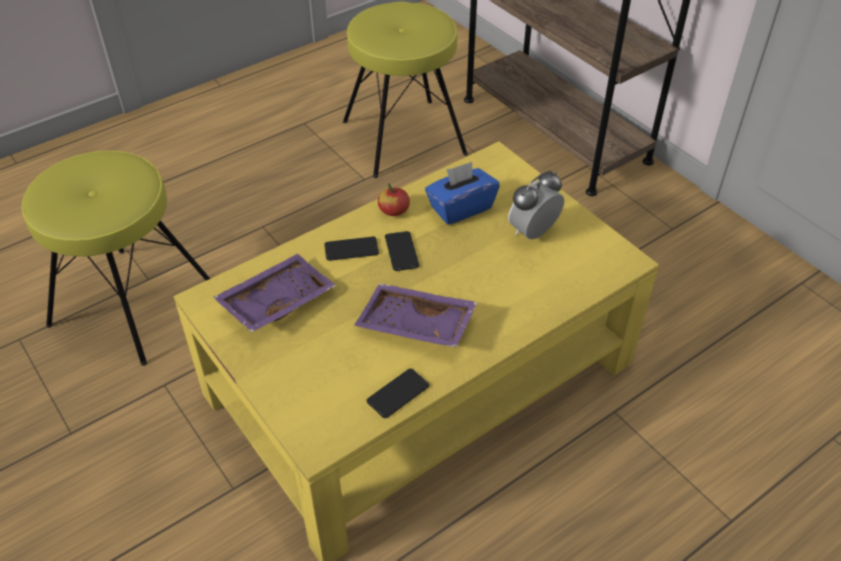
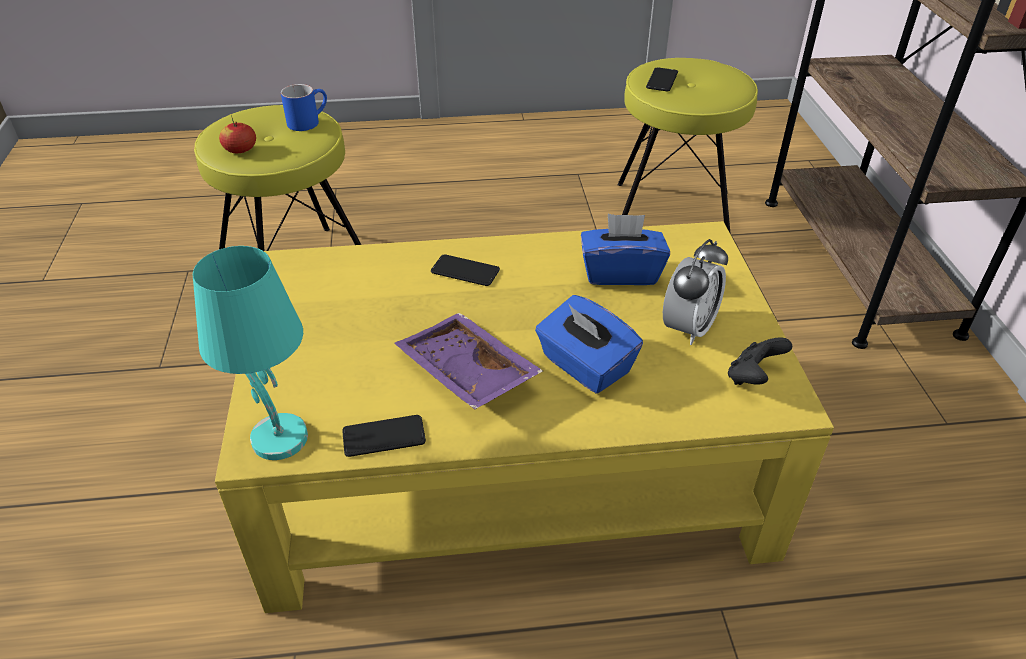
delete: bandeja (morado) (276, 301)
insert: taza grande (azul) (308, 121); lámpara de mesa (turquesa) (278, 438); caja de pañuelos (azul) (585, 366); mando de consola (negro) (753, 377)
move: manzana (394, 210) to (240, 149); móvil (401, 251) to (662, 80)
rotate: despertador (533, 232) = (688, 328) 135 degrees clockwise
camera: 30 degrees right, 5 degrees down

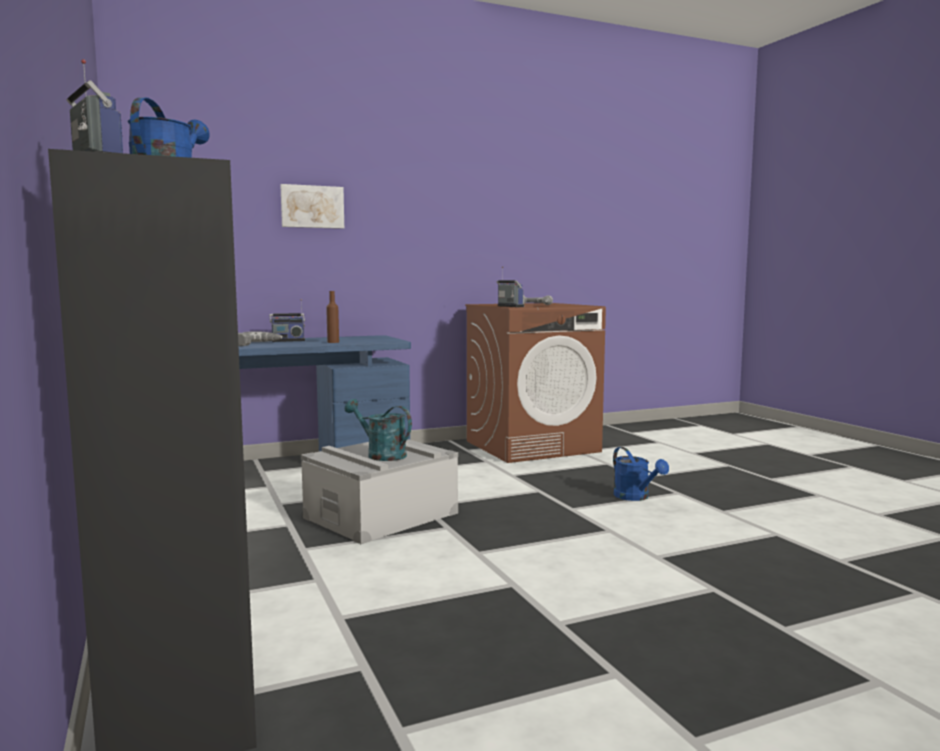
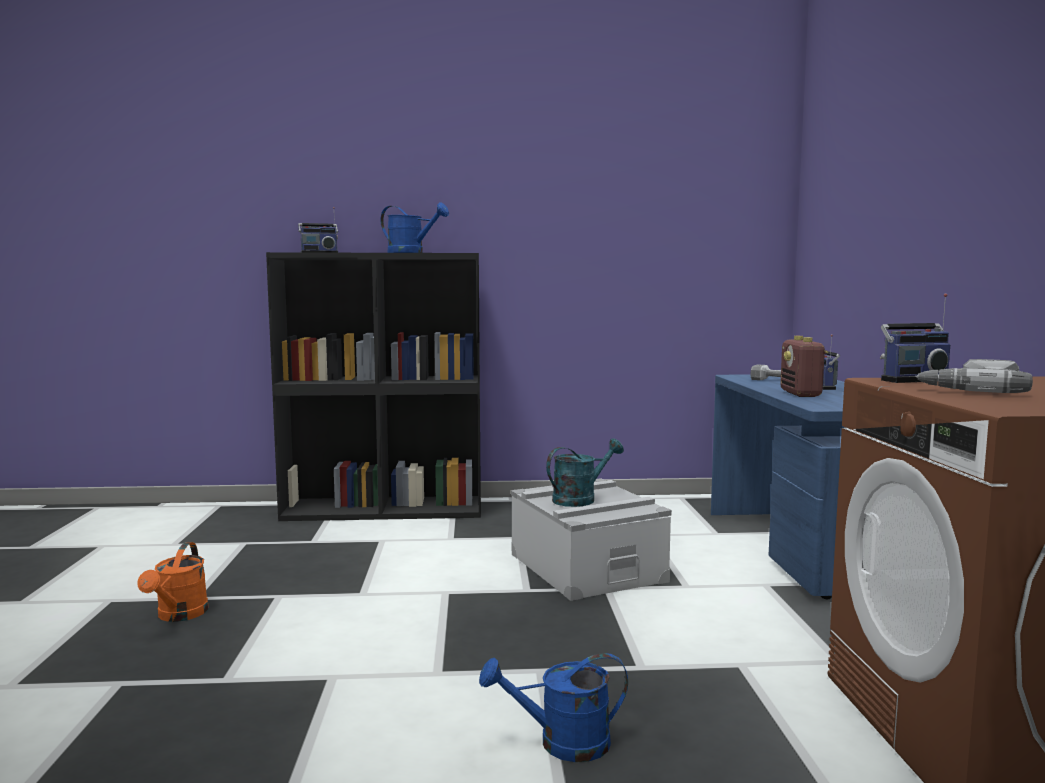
delete: cuadro (312, 207)
insert: regadera (naranja) (179, 616)
replace: botella (marrón) (333, 342) to radio (801, 394)
camera: 110 degrees right, 0 degrees up

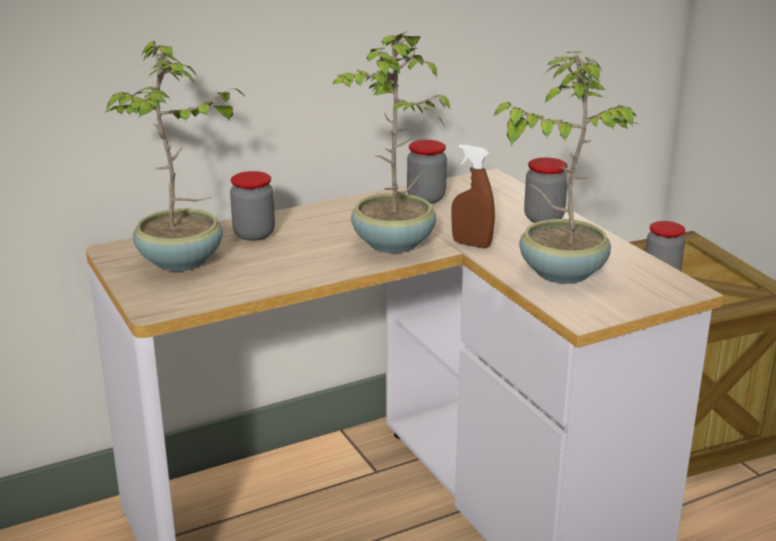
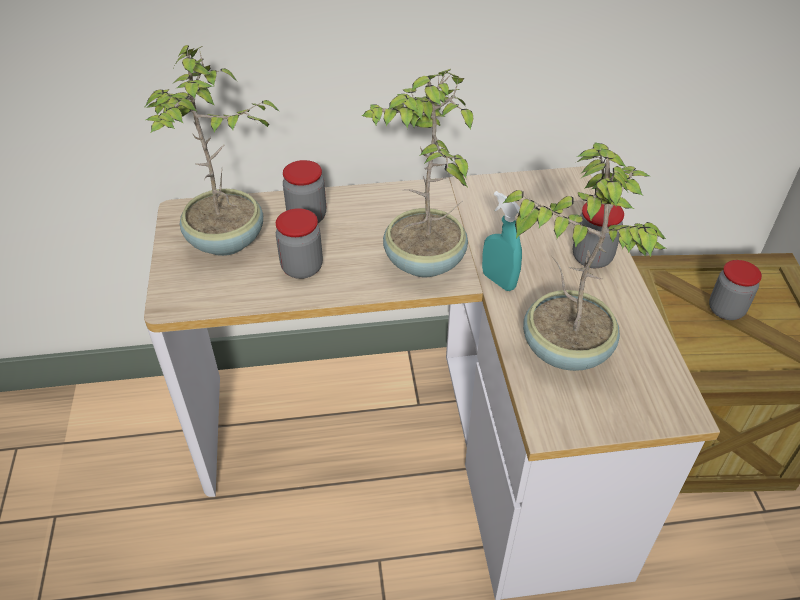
move: tarro (426, 198) to (302, 268)
recolor: pulverizador (marrón) (471, 244) to pulverizador (turquesa) (498, 281)
camera: 20 degrees right, 20 degrees up

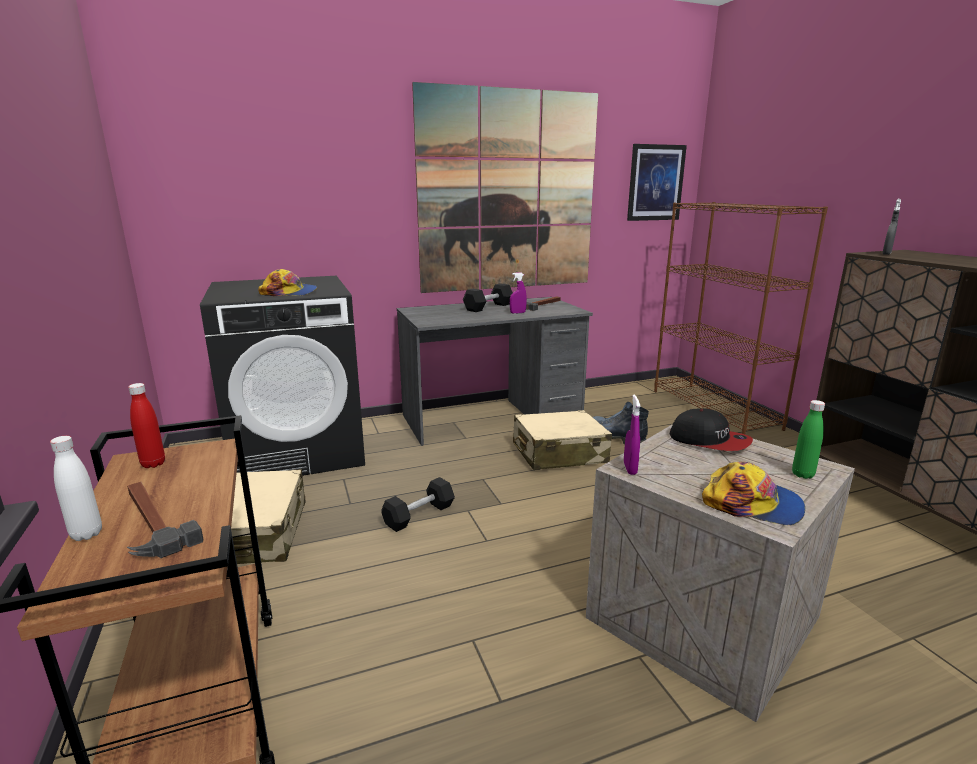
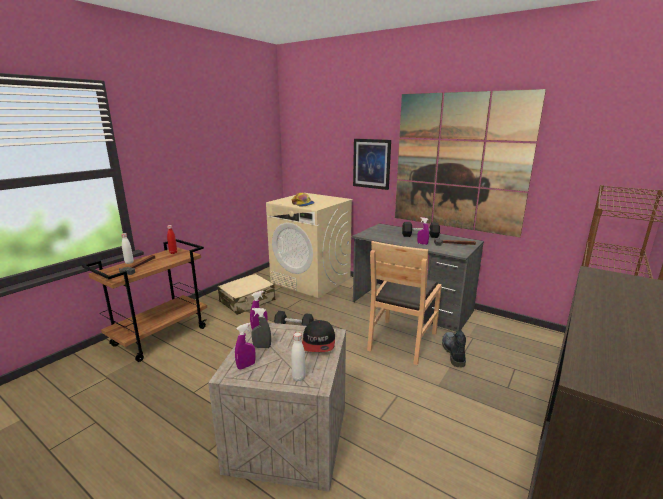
move: cuadro (655, 183) to (371, 163); pulverizador (gris) (886, 254) to (262, 347)
replace: maleta (beis) (559, 454) to silla (marrón) (401, 340); gorra (752, 504) to pulverizador (morado) (246, 366)
recolor: lavadora (negro) (298, 450) to lavadora (beis) (311, 280); botella (verde) (802, 474) to botella (blanco) (298, 377)
camera: 55 degrees right, 0 degrees up

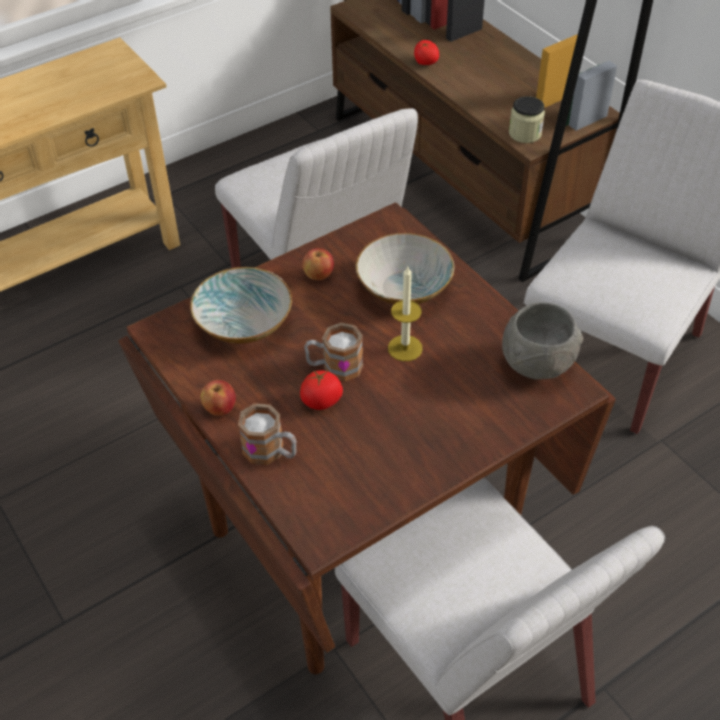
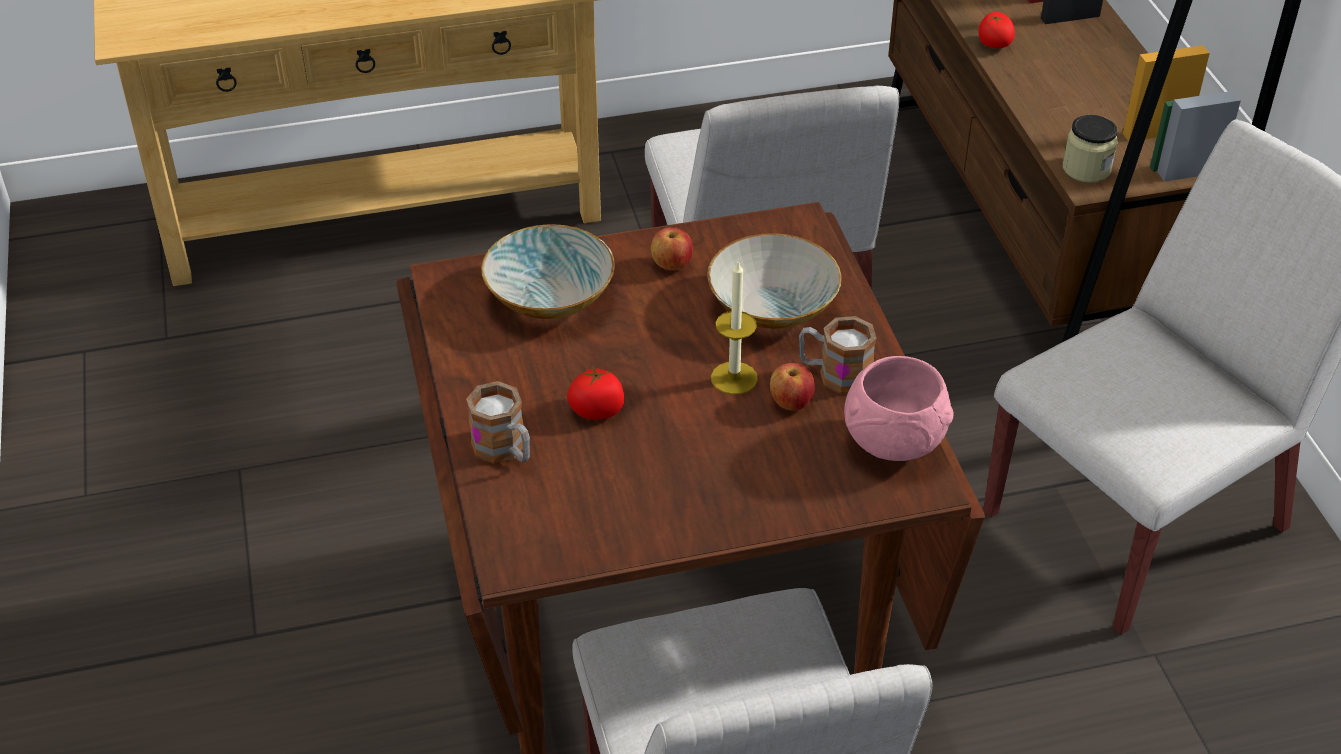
move: taza grande (334, 367) to (834, 374); manzana (220, 408) to (791, 403)
recolor: cuenco (gris) (538, 366) to cuenco (rosa) (895, 445)
camera: 20 degrees right, 5 degrees down

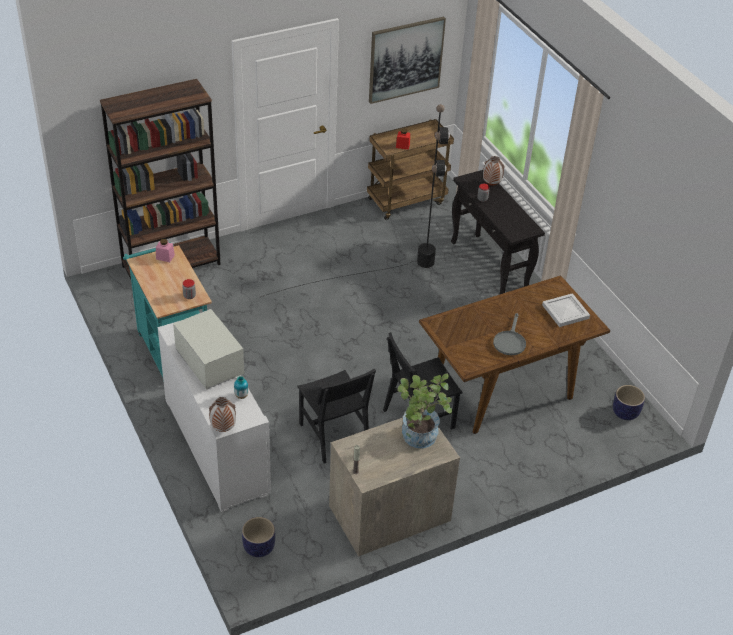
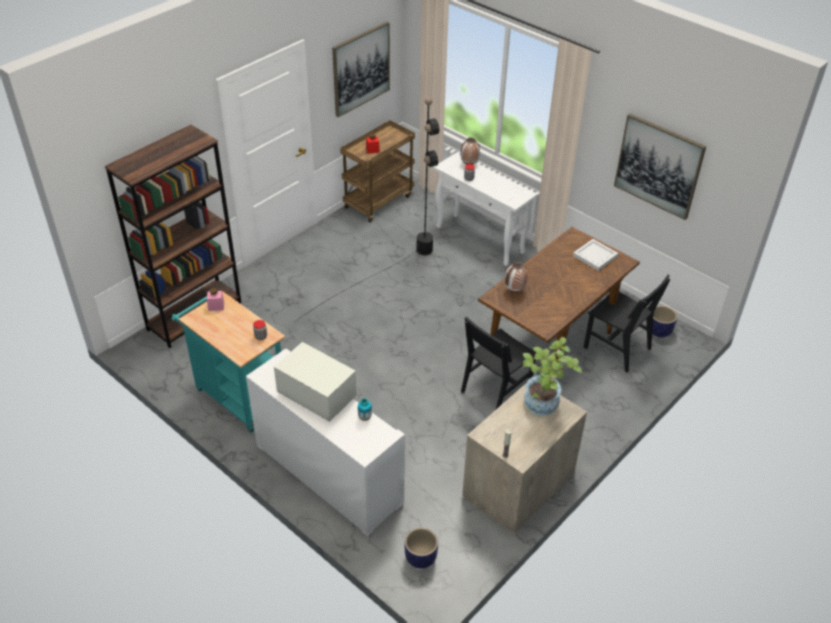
delete: sartén (gris) (509, 341)
insert: cuadro (658, 166)
move: silla (negro) (333, 435) to (617, 348); florero (223, 429) to (514, 291)
recolor: mesa consola (negro) (489, 267) to mesa consola (blanco) (480, 240)
camera: 20 degrees left, 0 degrees up

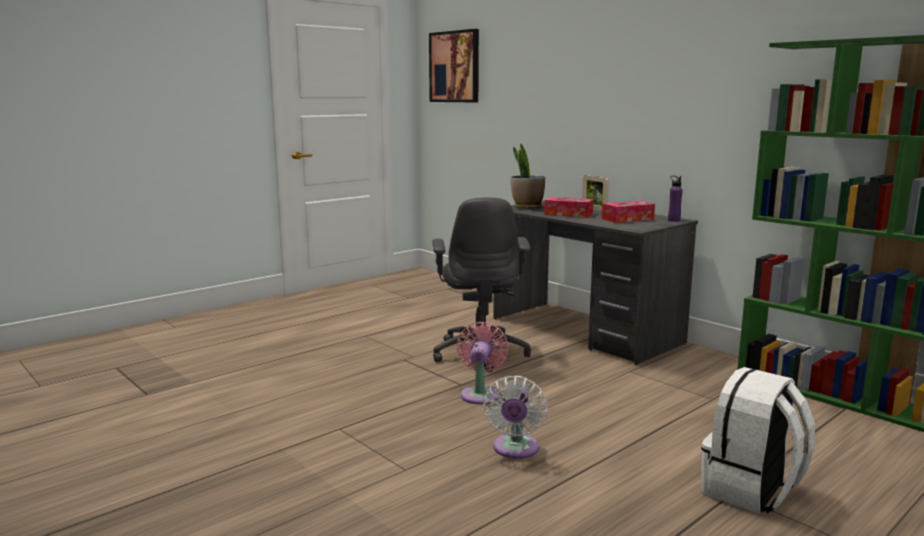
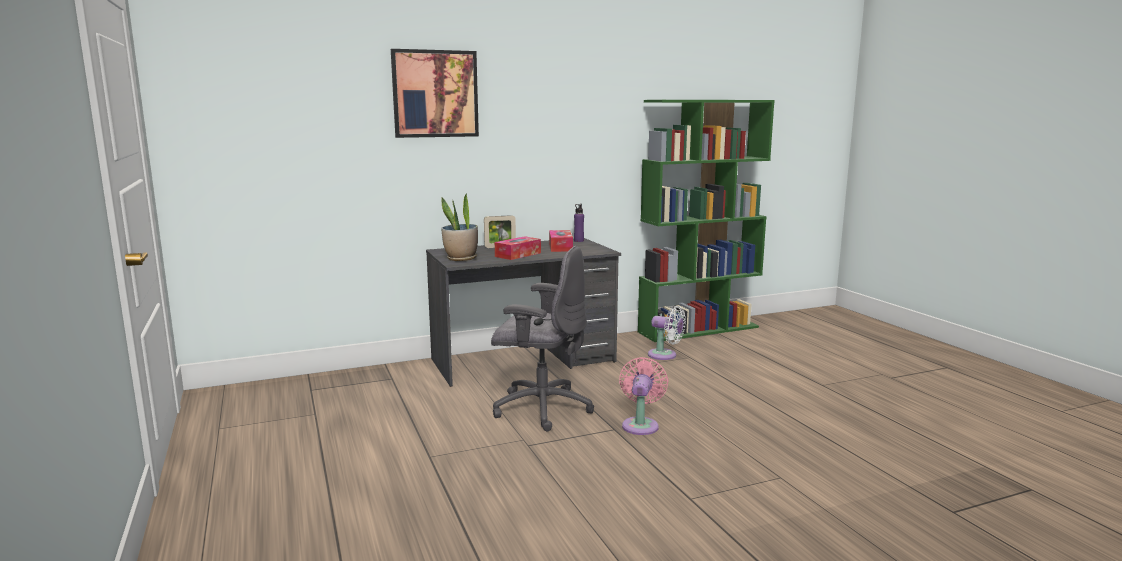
delete: mochila (blanco) (751, 491)
move: cuadro (455, 67) to (435, 94); ventilador (blanco) (515, 450) to (665, 355)
rotate: ventilador (rosa) (480, 394) = (641, 425) 75 degrees clockwise
camera: 70 degrees left, 0 degrees up

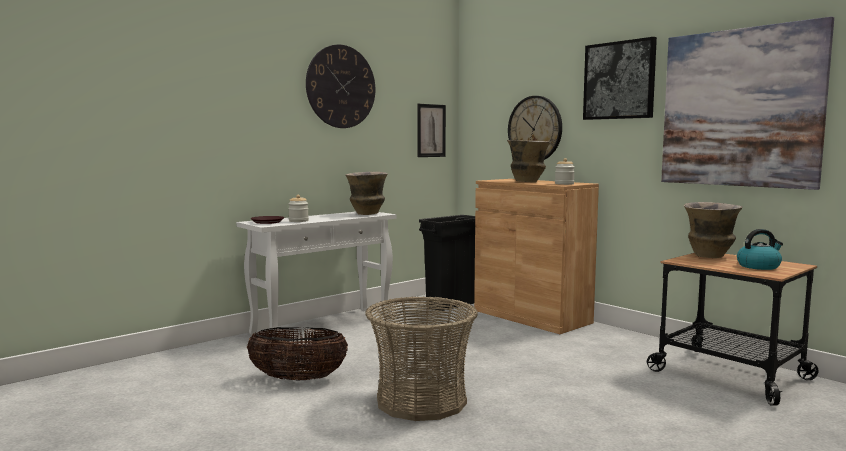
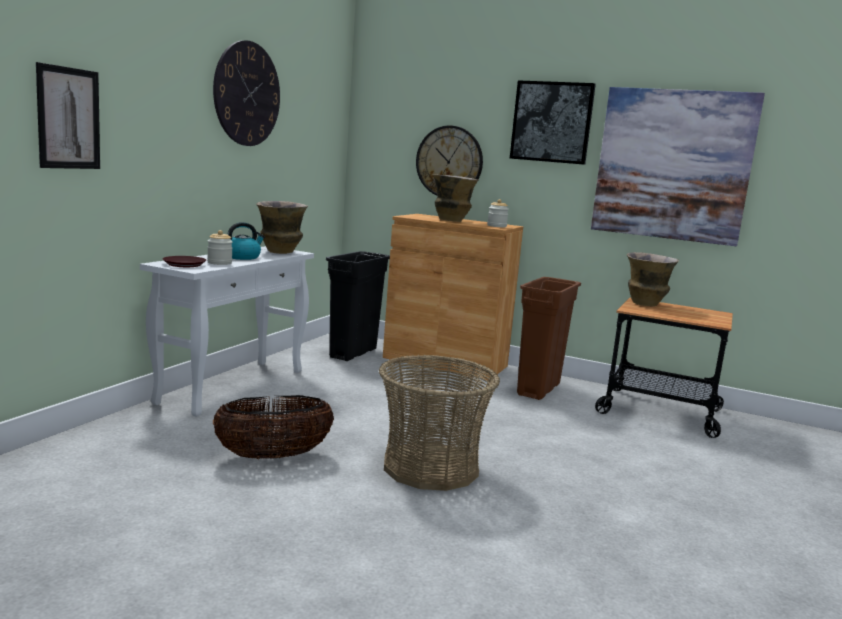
insert: papelera (marrón) (538, 390)
move: cuadro (431, 130) to (68, 118); hervidor (759, 266) to (242, 257)
camera: 25 degrees left, 5 degrees up

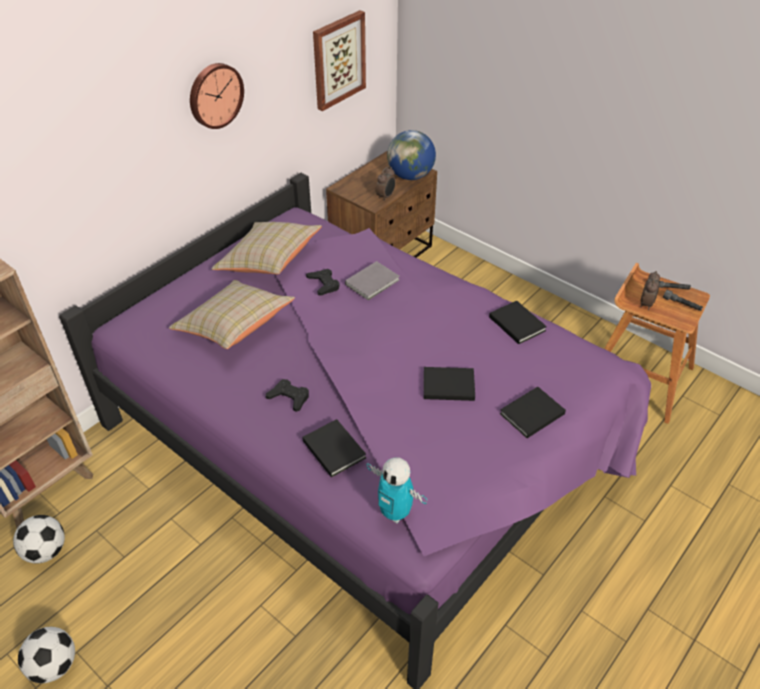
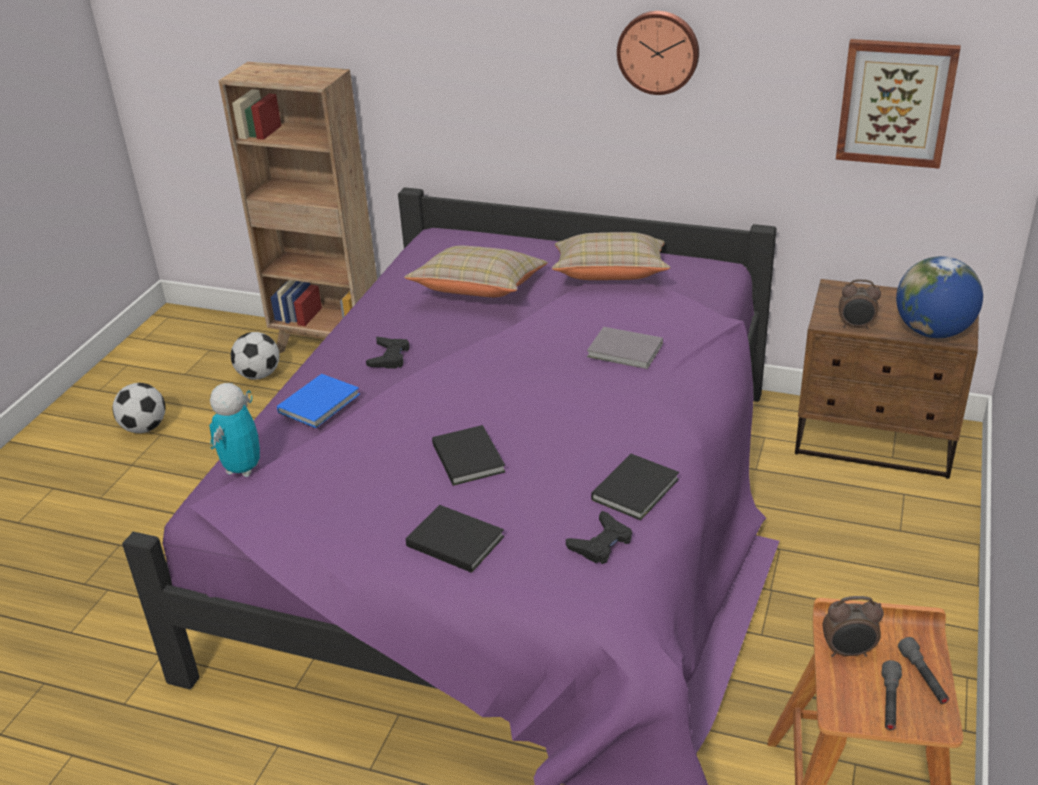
move: mando de consola (negro) (324, 284) to (601, 543)
recolor: libro (negro) (334, 448) to libro (azul) (321, 403)
camera: 70 degrees right, 10 degrees down

